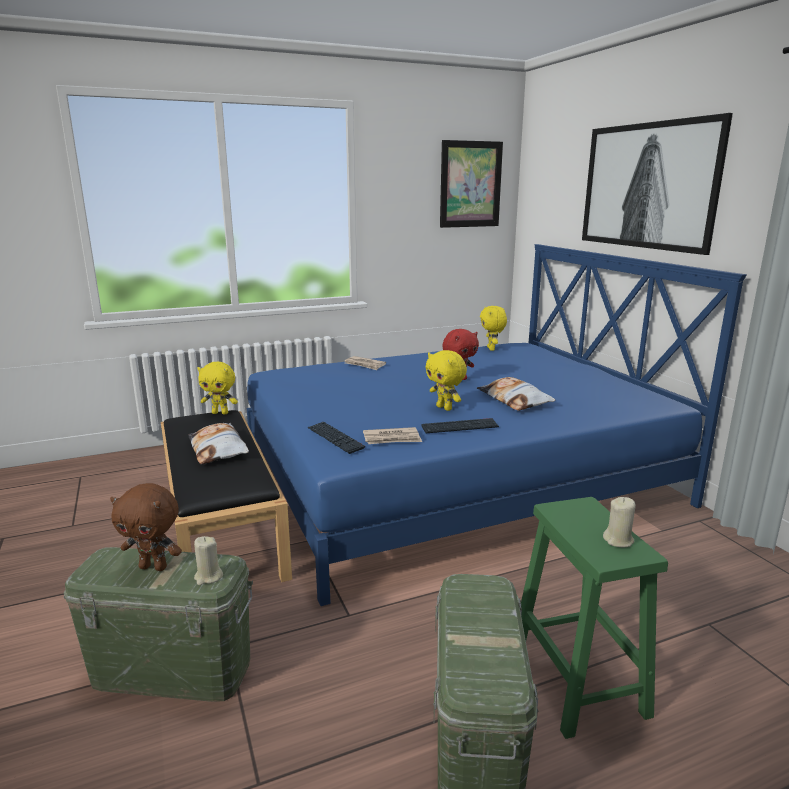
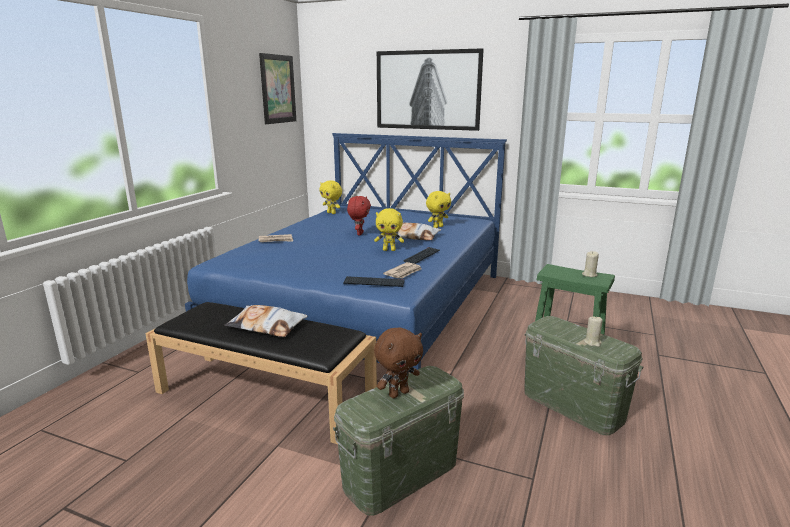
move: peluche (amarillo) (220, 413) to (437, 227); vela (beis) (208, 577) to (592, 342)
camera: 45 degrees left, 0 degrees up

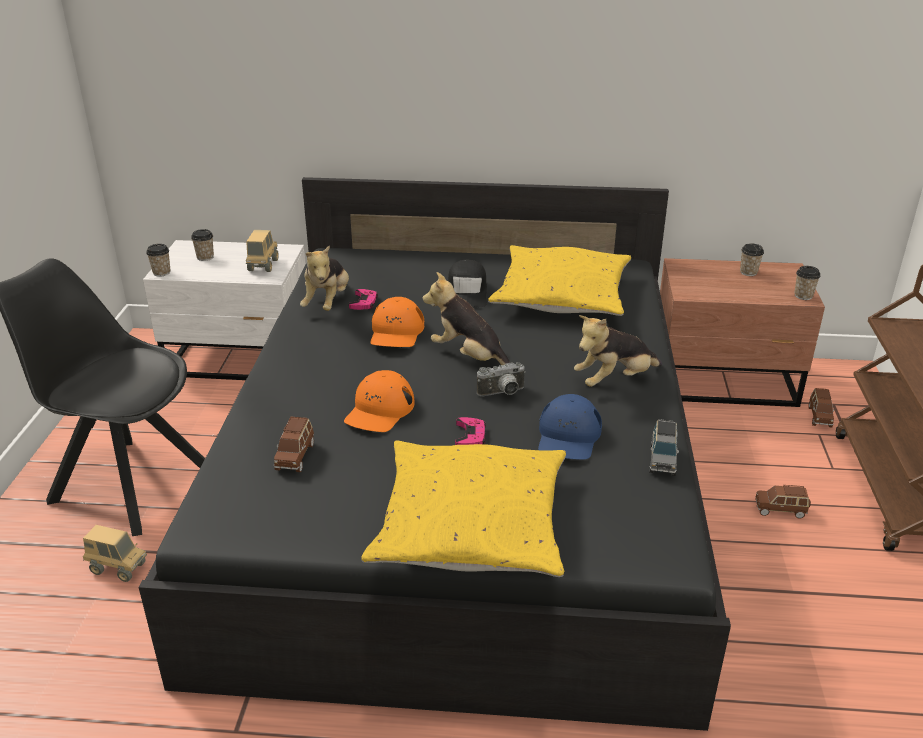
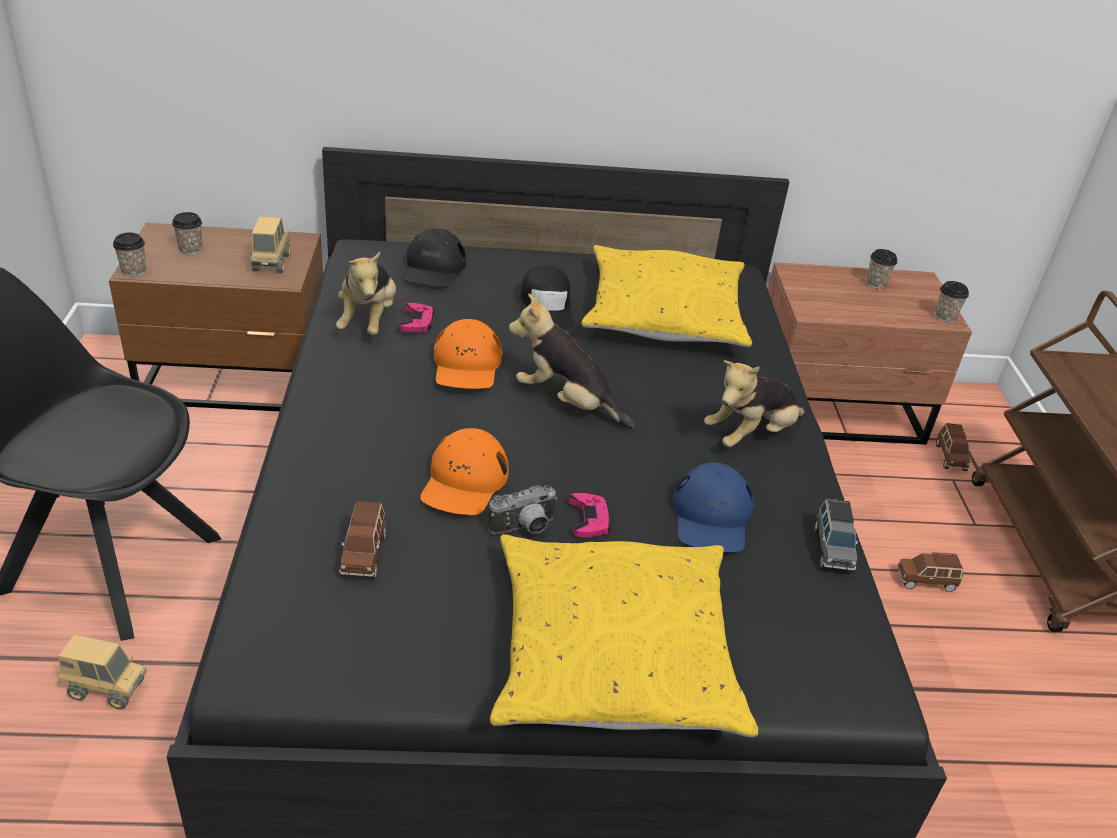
insert: gorra (negro) (433, 268)
move: cámara (502, 393) to (524, 529)
recolor: mesita de noche (blanco) (242, 359) to mesita de noche (marrón) (238, 379)
camera: 10 degrees left, 5 degrees up

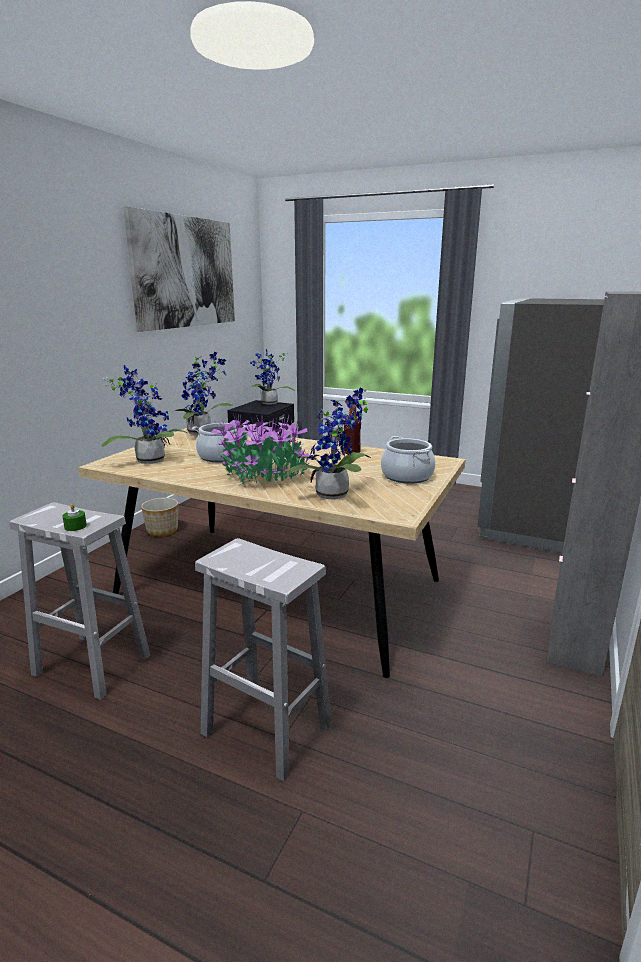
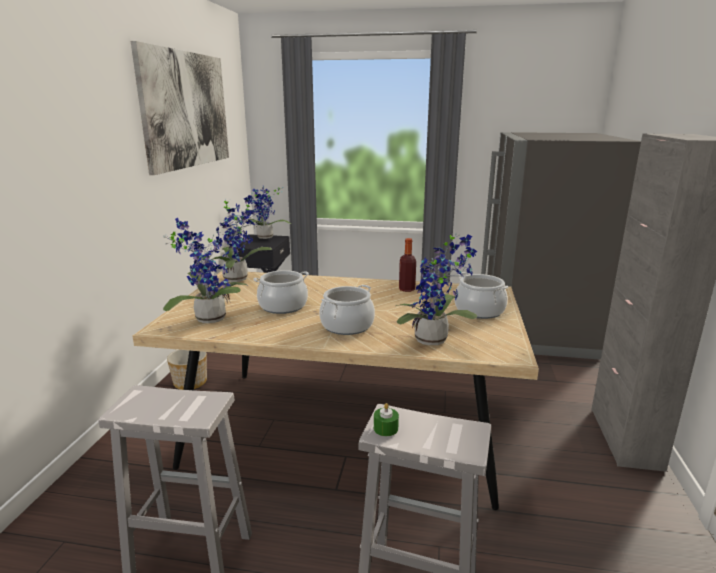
move: vela (verde) (75, 526) to (385, 428)
replace: planta en maceta (264, 477) to olla (347, 326)
camera: 15 degrees left, 0 degrees up

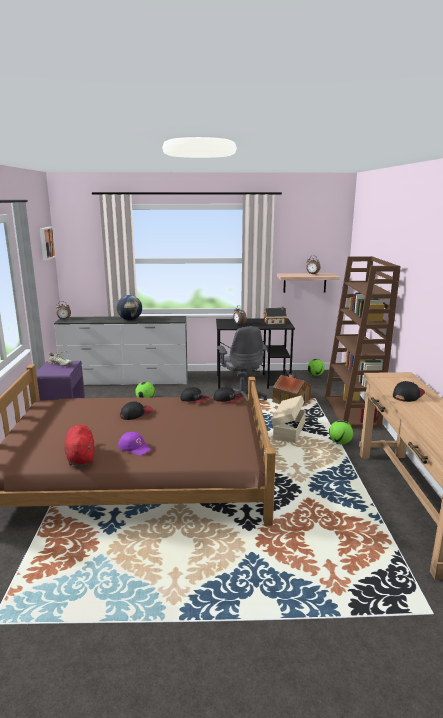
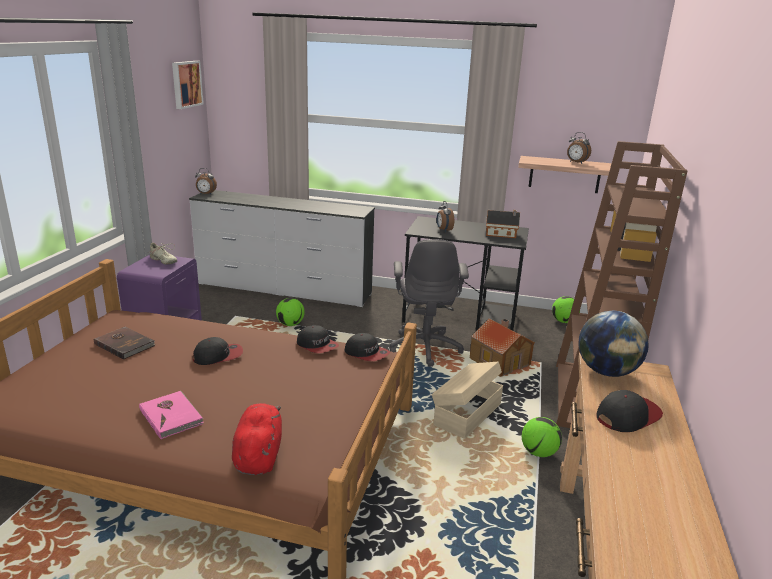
insert: libro (marrón) (125, 344)
move: globo terráqueo (130, 320) to (606, 371); peluche (rojo) (80, 457) to (258, 455)
replace: gorra (morado) (135, 447) to libro (rosa) (172, 416)
camera: 15 degrees right, 5 degrees up

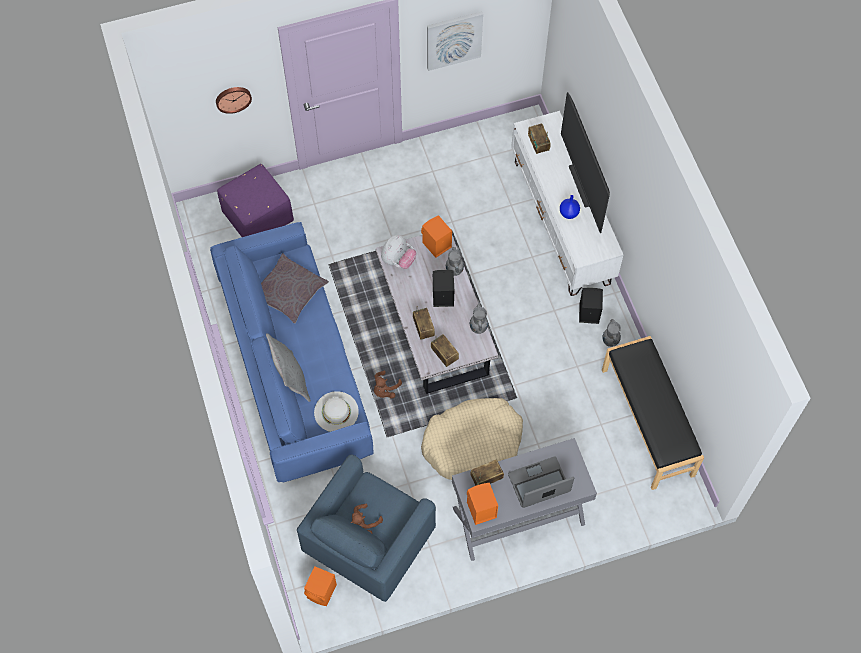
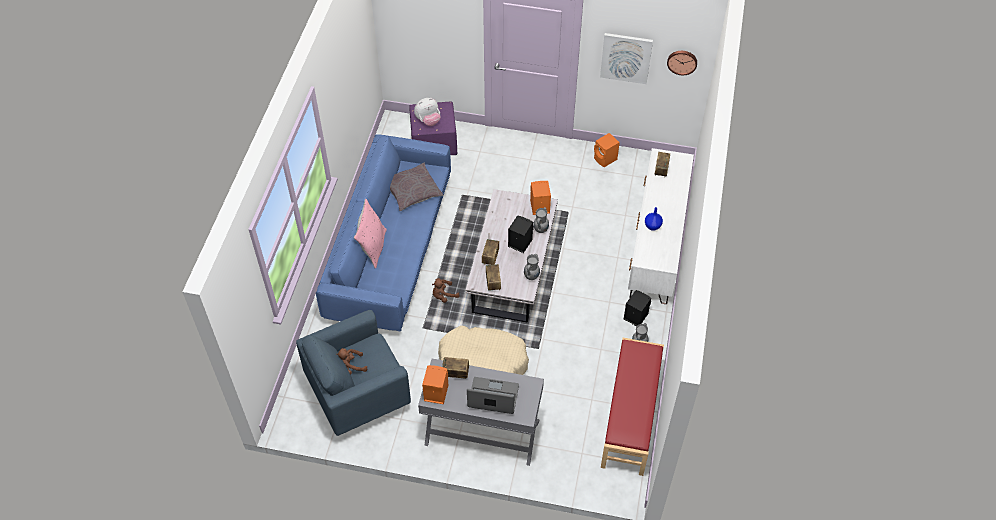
delete: televisor (581, 185); sombrero (blanco) (336, 411)
move: reloj de pared (233, 98) to (682, 61); peluche (398, 260) to (428, 121); altavoz (naranja) (322, 592) to (605, 159)
recolor: cojín (gris) (291, 379) to cojín (rosa) (372, 248); banco (negro) (648, 422) to banco (rojo) (631, 416)
camera: 30 degrees right, 10 degrees down

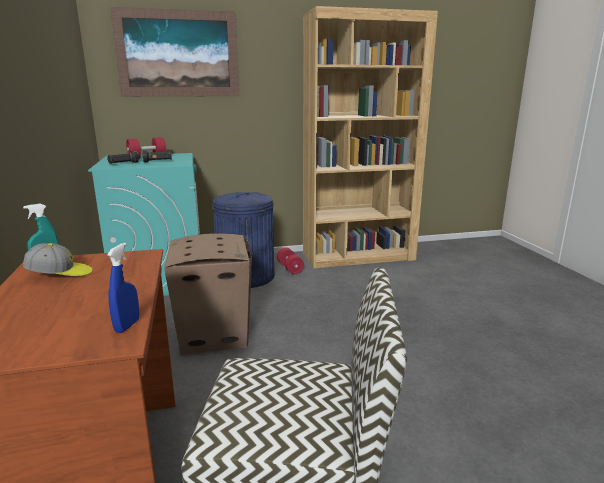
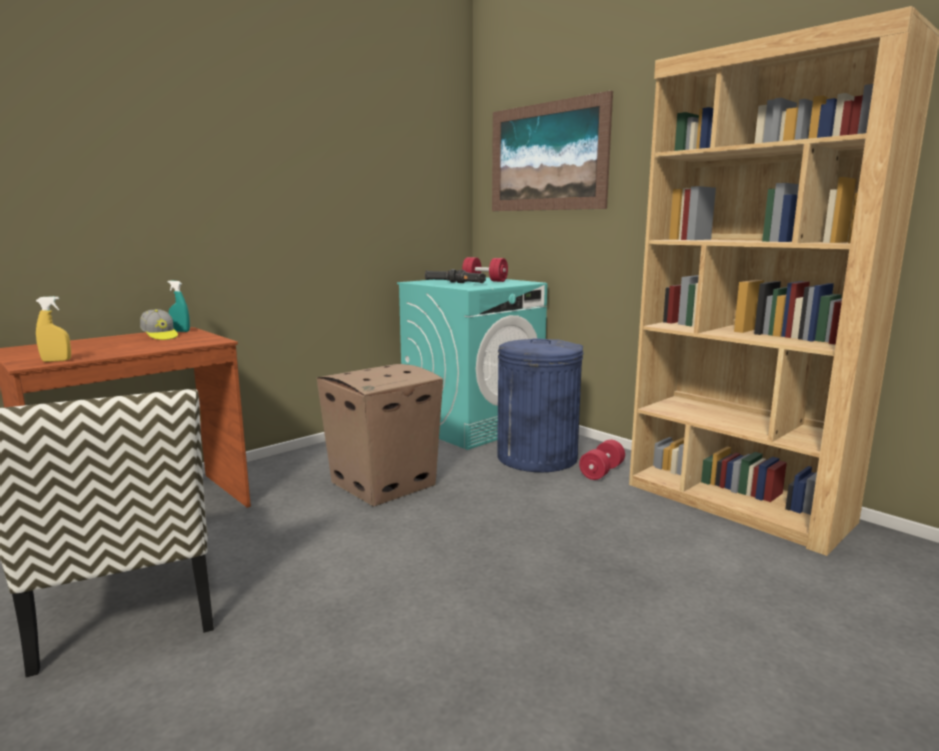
recolor: pulverizador (azul) (127, 326) to pulverizador (amarillo) (56, 361)
camera: 60 degrees right, 5 degrees down

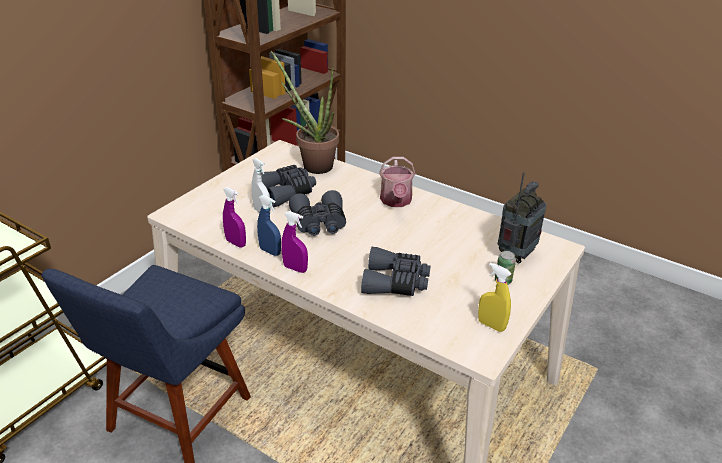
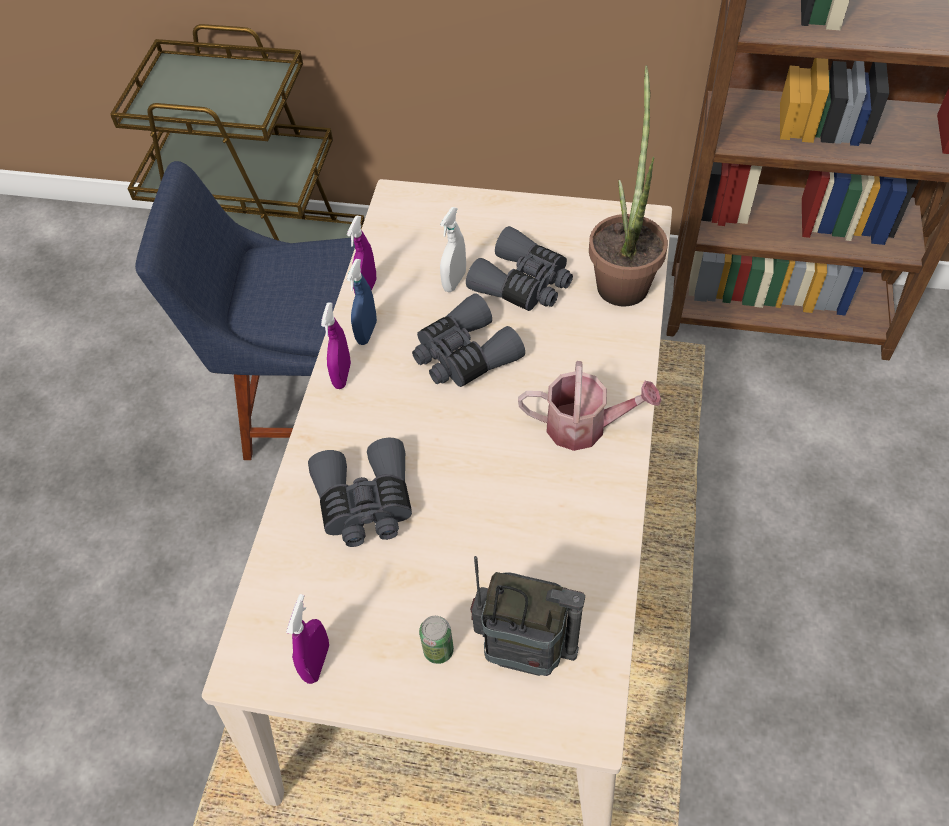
recolor: pulverizador (amarillo) (491, 325) to pulverizador (morado) (317, 662)
rotate: regadera (396, 201) = (585, 426) 150 degrees counterclockwise
camera: 70 degrees right, 20 degrees up

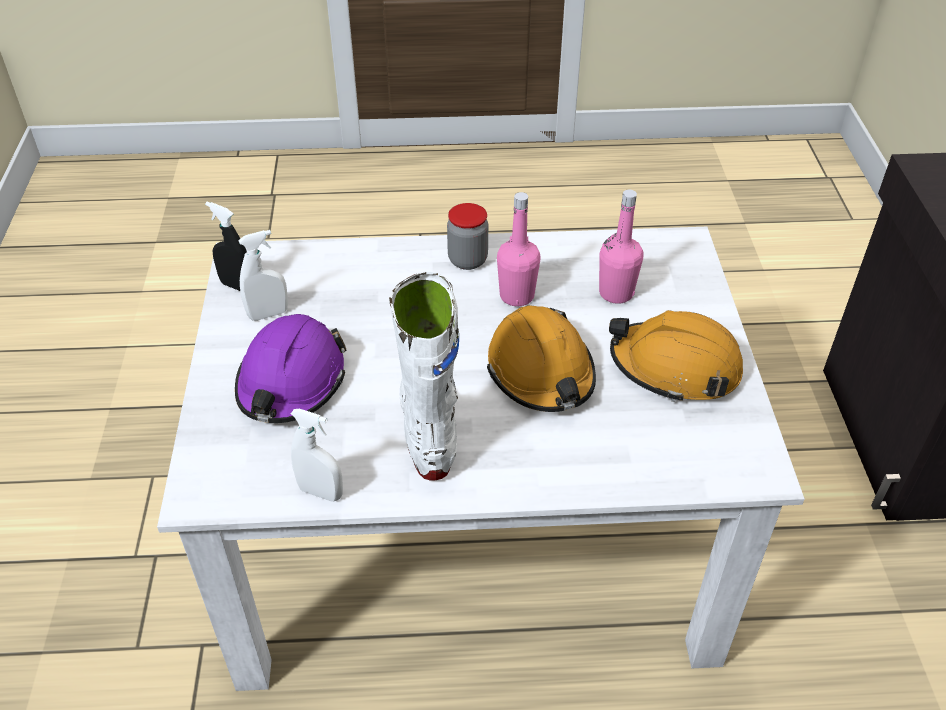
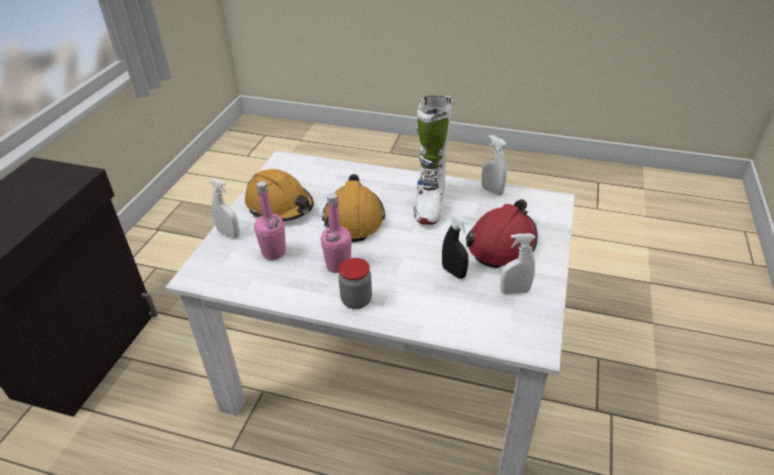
insert: pulverizador (blanco) (229, 234)
move: pulverizador (negro) (237, 286) to (453, 272)
recolor: casco (morado) (291, 382) to casco (rojo) (502, 243)
camera: 160 degrees left, 5 degrees down

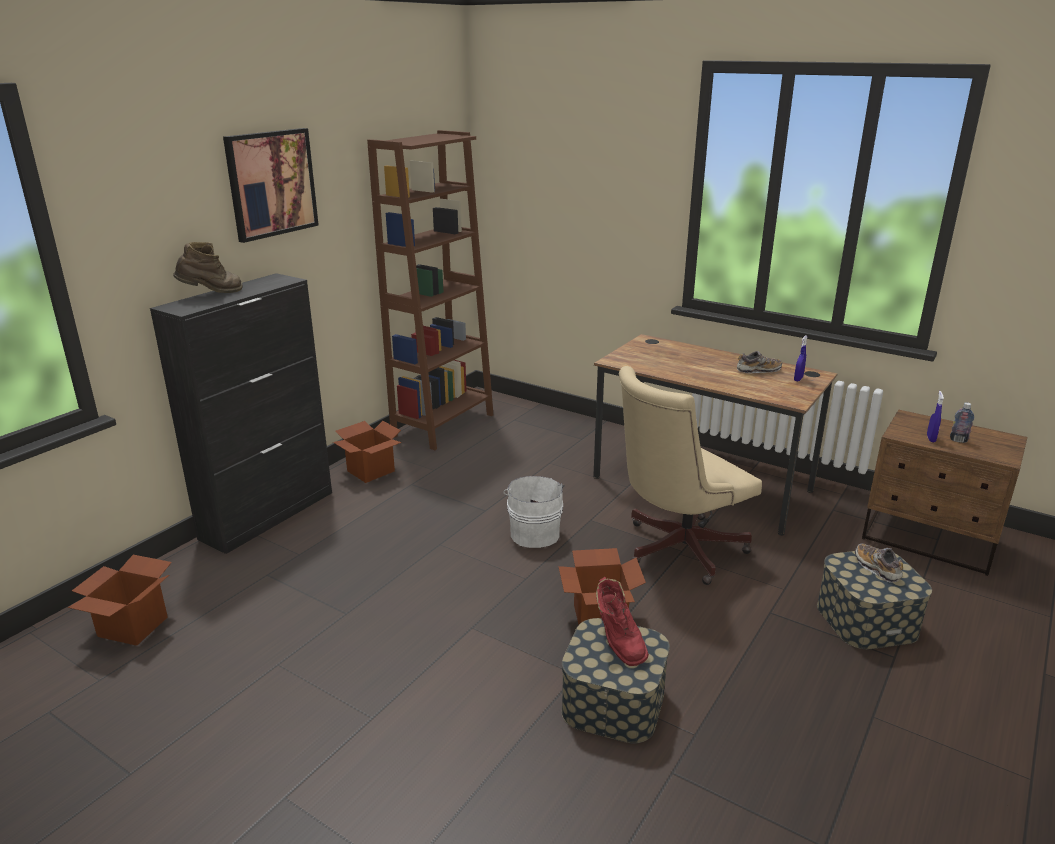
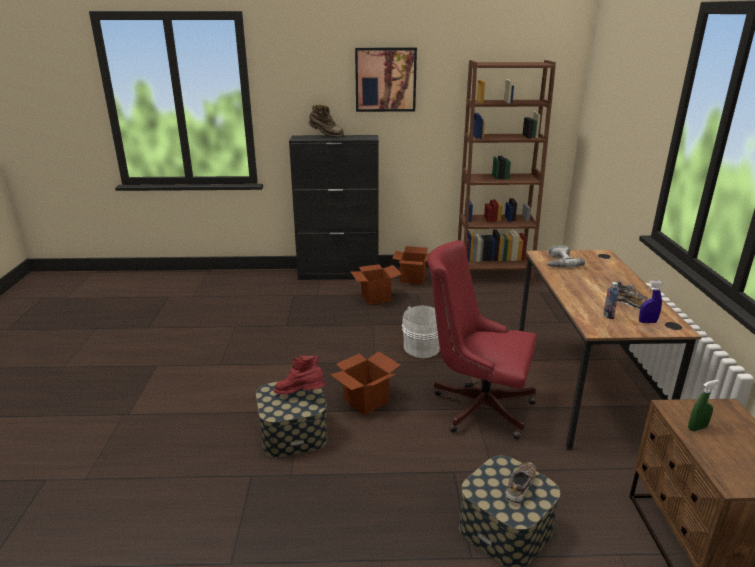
insert: taladro (558, 262)
move: botella (958, 440) to (608, 316); caja de cartón (133, 626) to (376, 297)
recolor: silla de oficina (beis) (676, 550) to silla de oficina (rojo) (476, 405); pulverizador (azul) (931, 438) to pulverizador (verde) (697, 428)
rotate: bota (rojo) (618, 642) = (301, 395) 75 degrees clockwise
camera: 55 degrees right, 0 degrees up

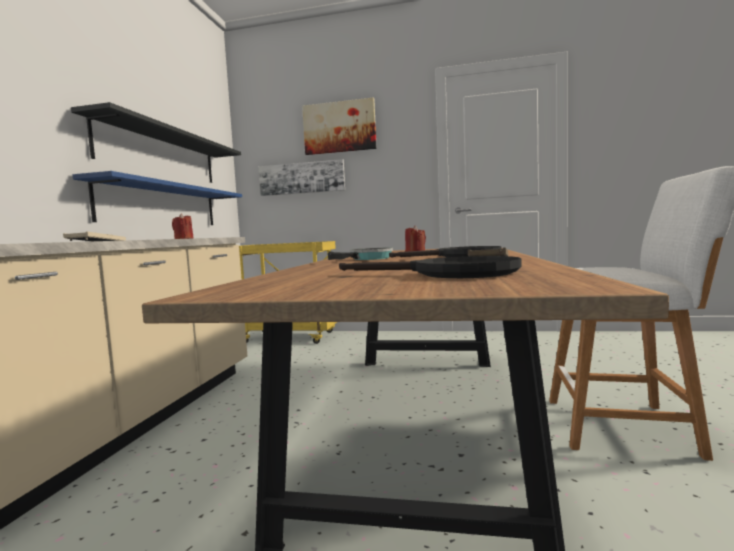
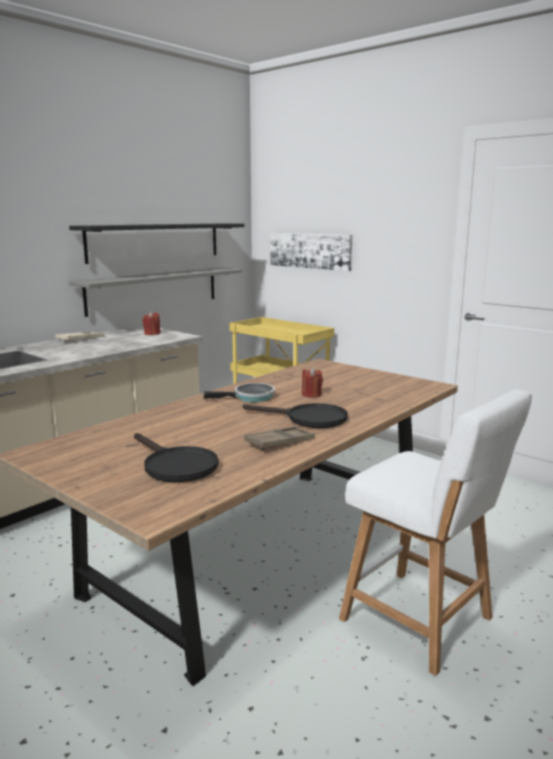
delete: cuadro (339, 127)
recolor: estante (azul) (162, 205) to estante (gris) (154, 290)
camera: 30 degrees right, 10 degrees up

